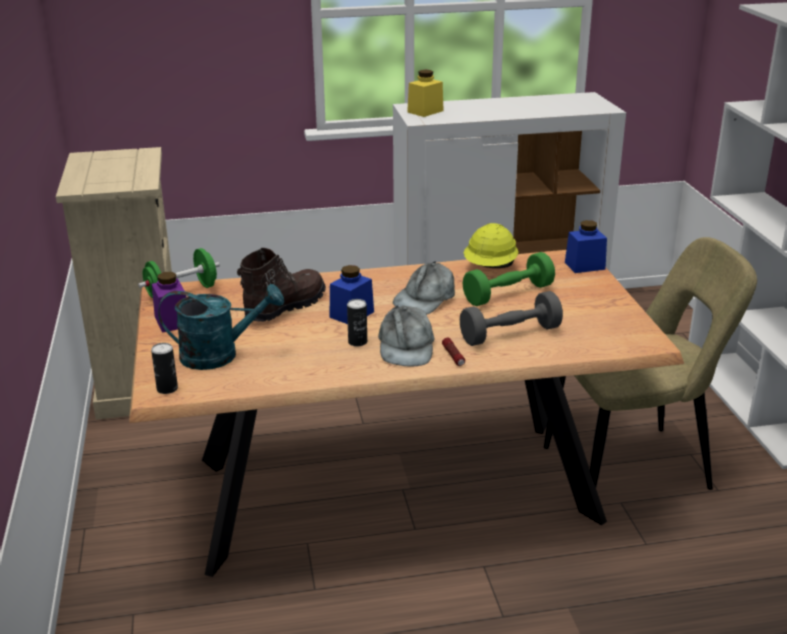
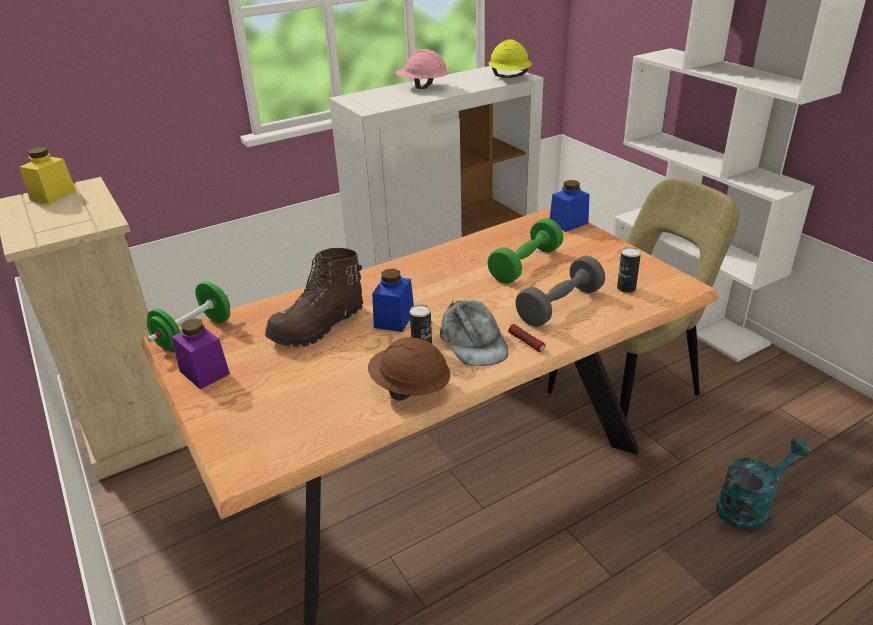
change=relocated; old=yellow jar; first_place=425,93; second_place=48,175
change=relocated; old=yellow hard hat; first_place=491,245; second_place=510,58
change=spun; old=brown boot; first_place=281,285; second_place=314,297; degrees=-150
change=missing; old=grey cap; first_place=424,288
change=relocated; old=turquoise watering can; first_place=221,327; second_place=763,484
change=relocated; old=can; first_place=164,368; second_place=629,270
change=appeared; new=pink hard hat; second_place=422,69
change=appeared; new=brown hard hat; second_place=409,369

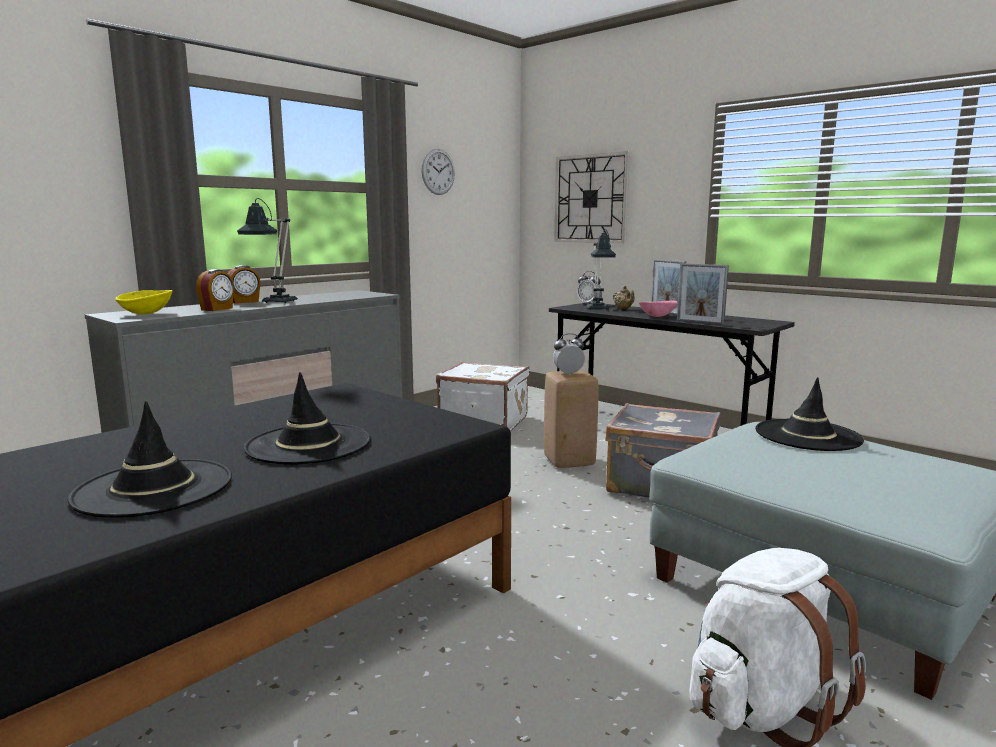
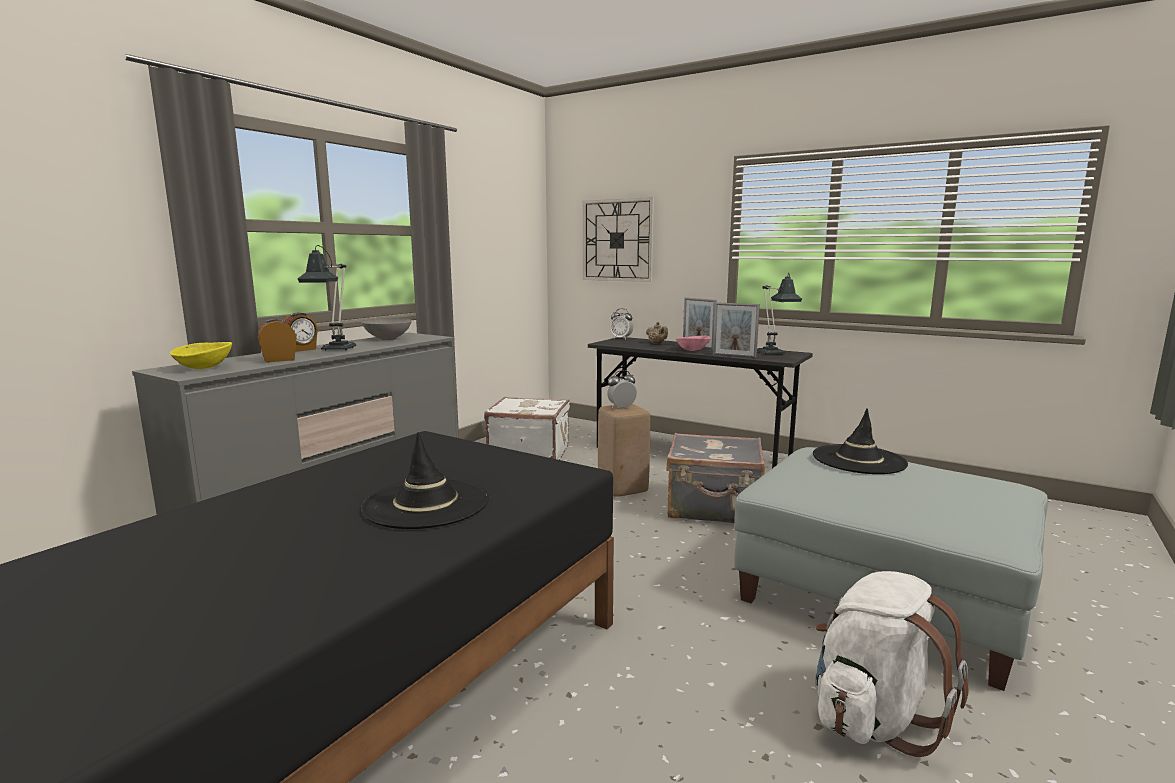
change=missing; old=wall clock; first_place=438,172
change=relocated; old=table lamp; first_place=601,269; second_place=779,313
change=spun; old=alarm clock; first_place=215,290; second_place=277,340; degrees=-135
change=missing; old=black hat; first_place=150,459
change=appeared; new=grey bowl; second_place=386,329

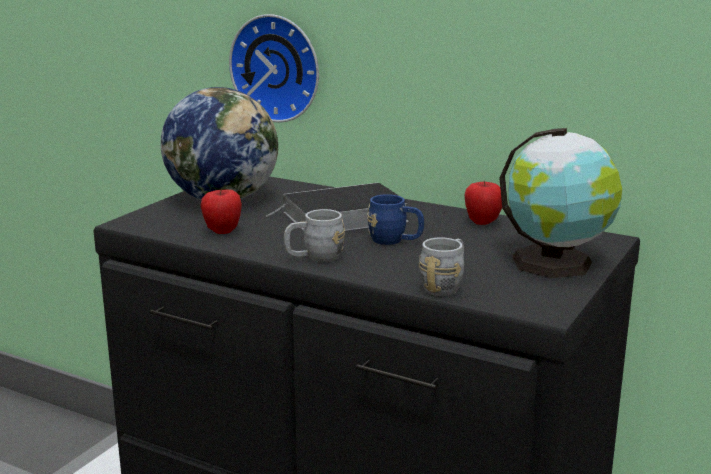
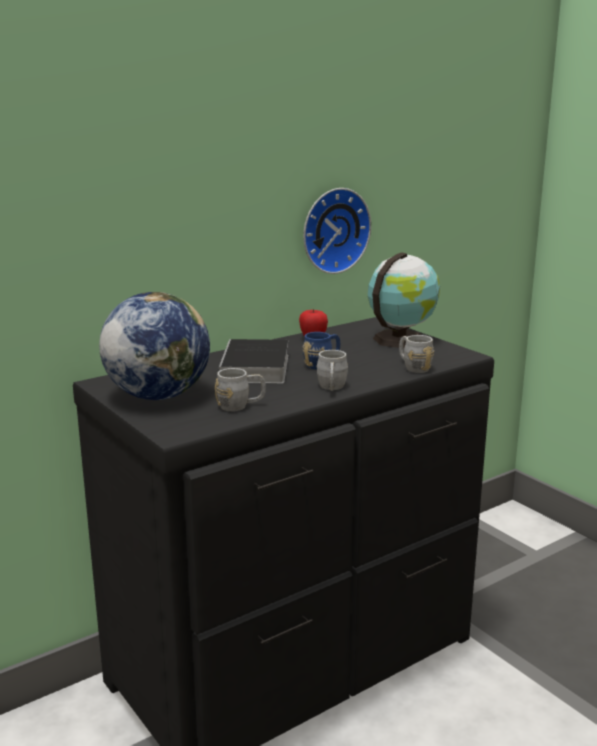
change=relocated; old=wall clock; first_place=274,68; second_place=337,231
change=exchanged; old=apple; new=grey mug; first_place=221,211; second_place=240,390

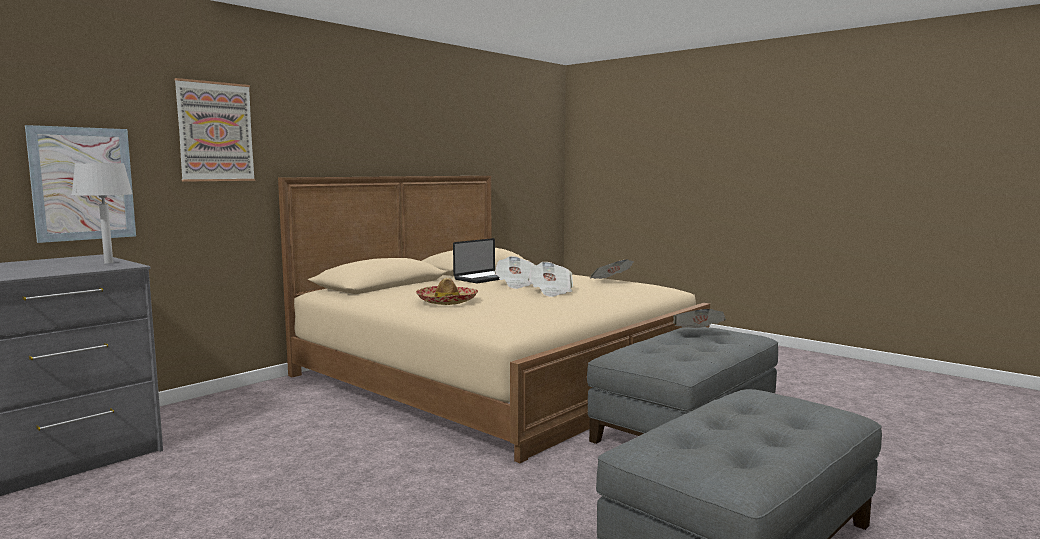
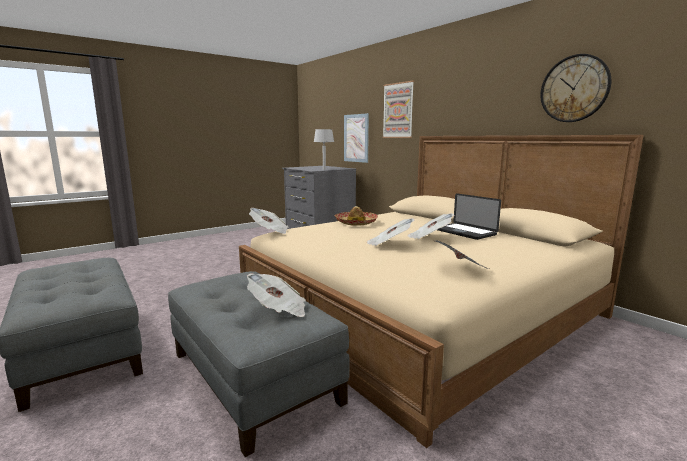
change=appeared; new=wall clock; second_place=575,88
change=appeared; new=newspaper; second_place=269,221

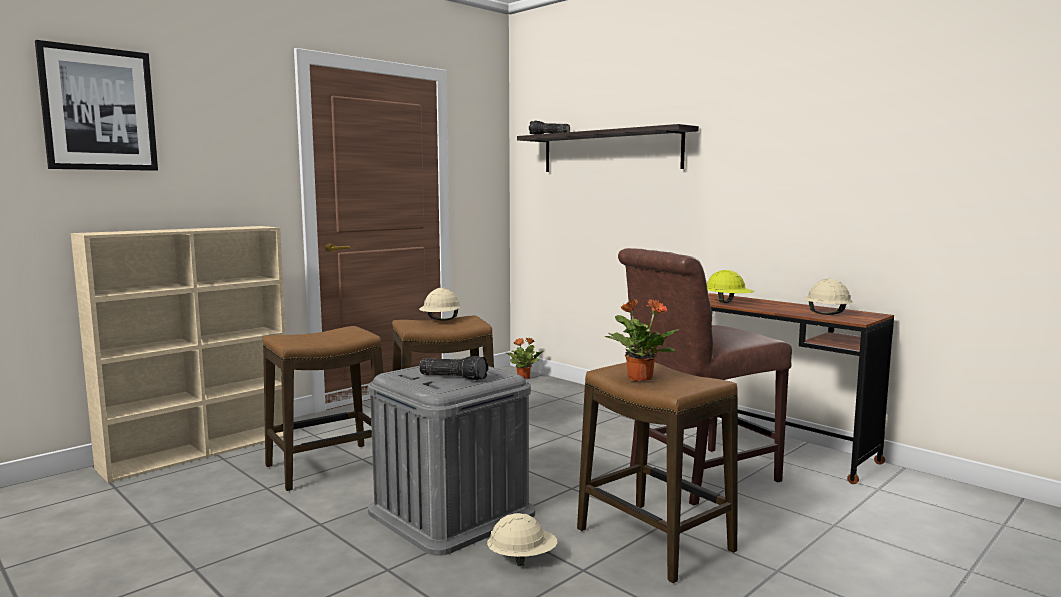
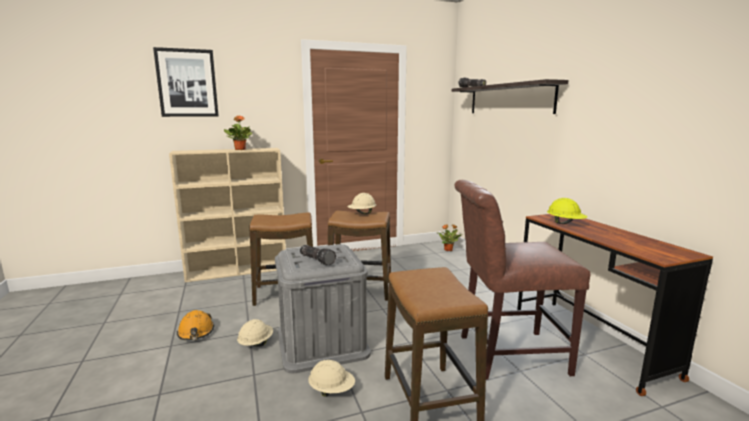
change=relocated; old=beige hard hat; first_place=827,297; second_place=255,332
change=relocated; old=potted plant; first_place=641,340; second_place=238,133
change=appeared; new=orange hard hat; second_place=195,325

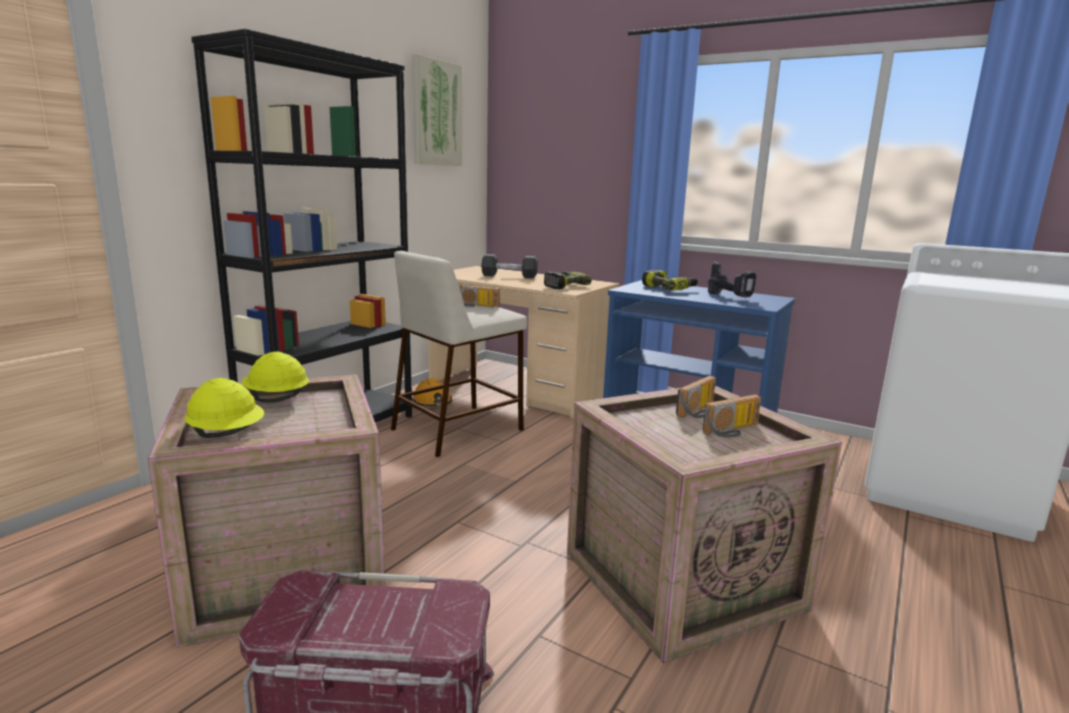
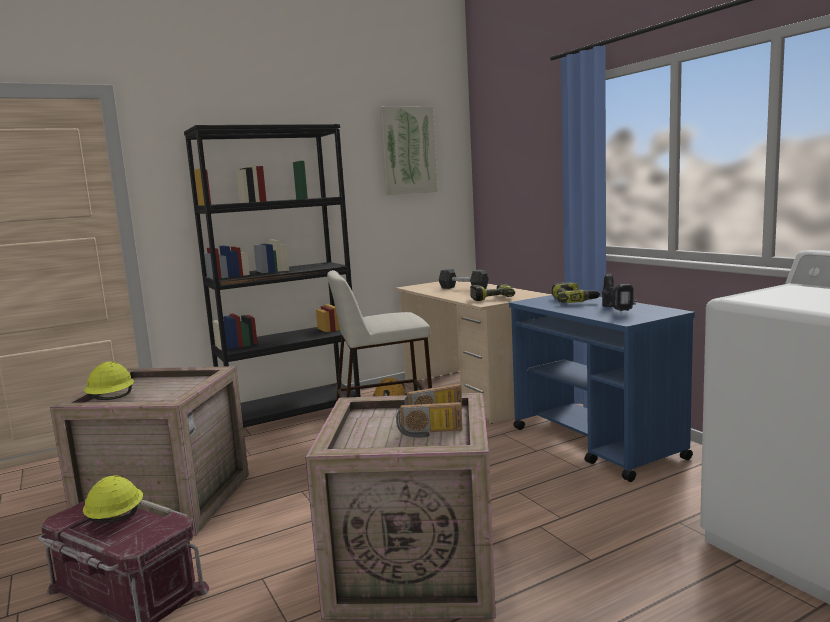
change=missing; old=radio; first_place=480,296
change=relocated; old=yellow hard hat; first_place=275,377; second_place=113,499

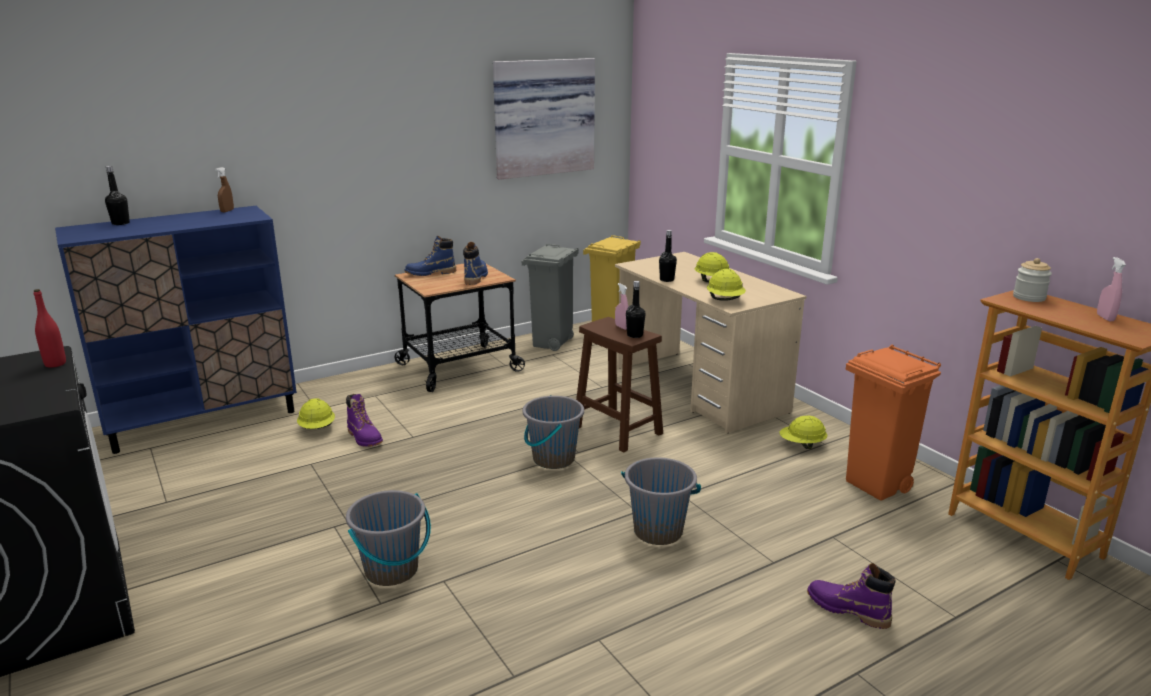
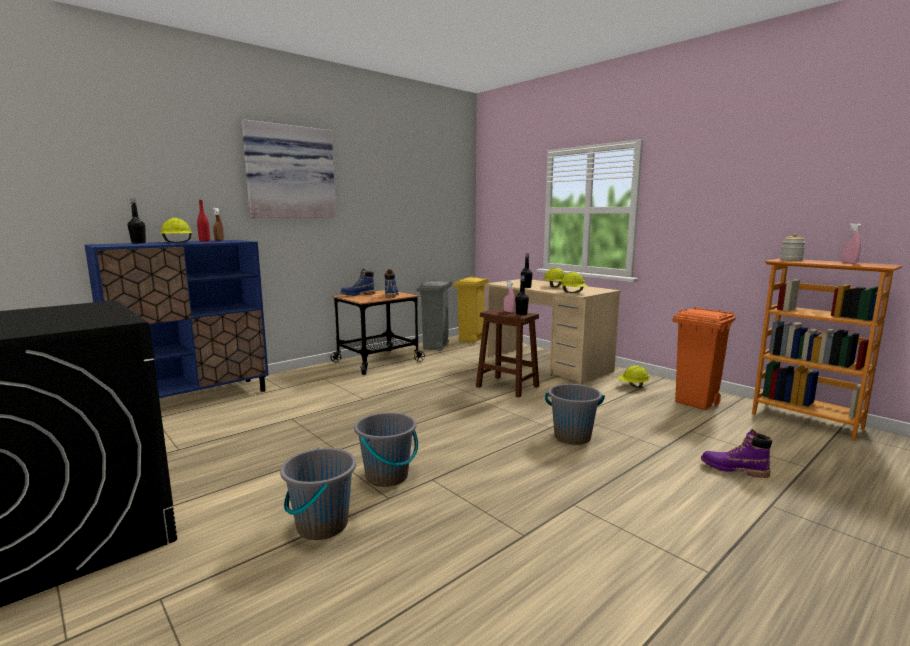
change=relocated; old=picture; first_place=544,119; second_place=289,168
change=relocated; old=red bottle; first_place=50,328; second_place=203,221
change=missing; old=purple boot; first_place=364,420
change=relocated; old=grey bucket; first_place=553,432; second_place=318,494
change=relocated; old=yellow hard hat; first_place=316,413; second_place=176,230

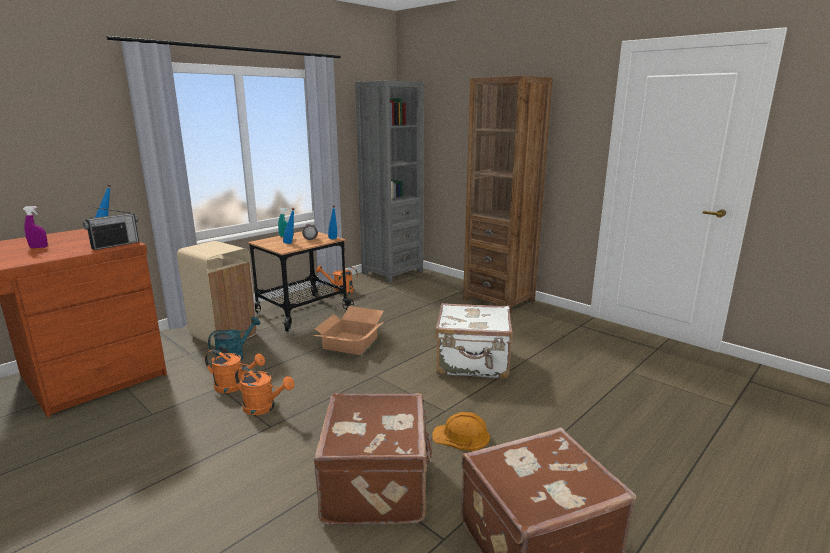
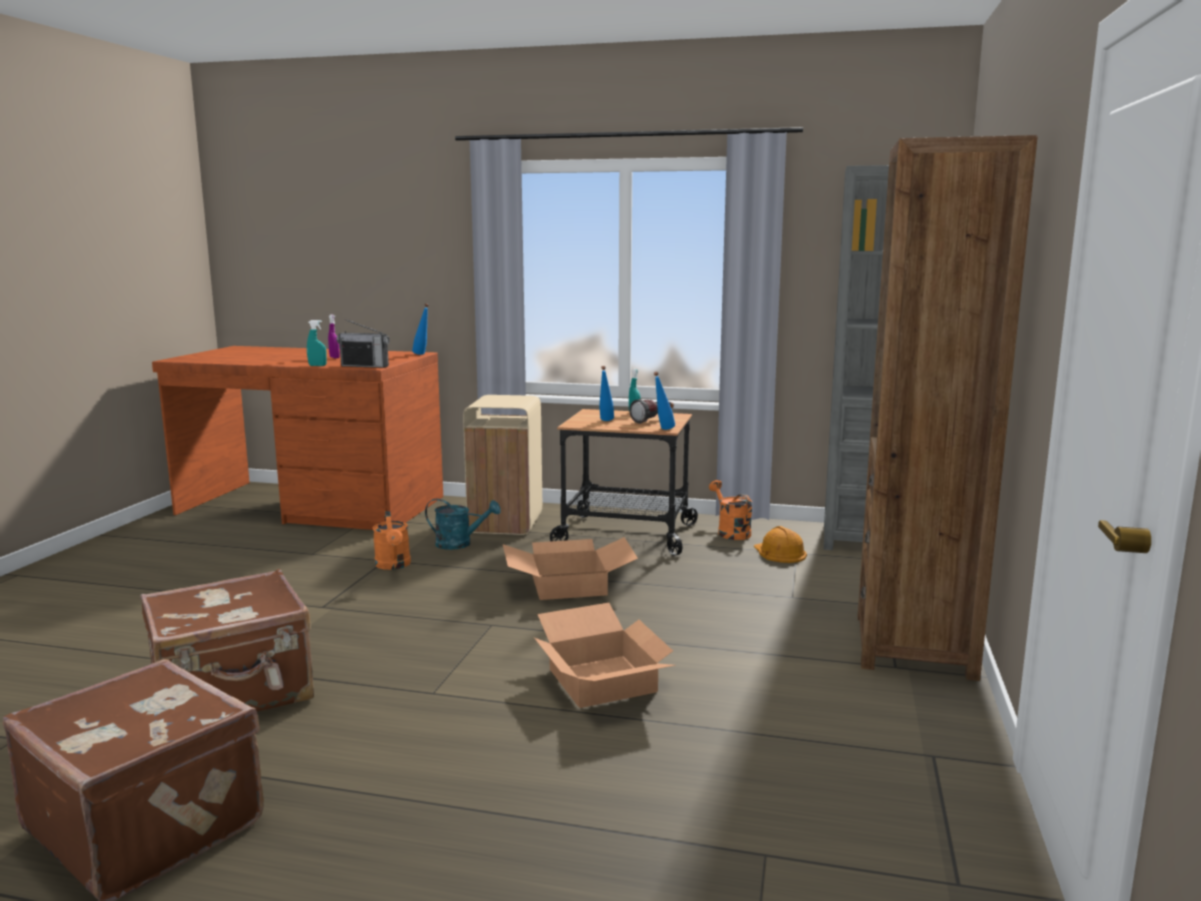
change=exchanged; old=white suitcase; new=cardboard box; first_place=474,341; second_place=604,655
change=missing; old=orange watering can; first_place=264,391
change=relocated; old=orange hard hat; first_place=461,431; second_place=780,544
change=appeared; new=turquoise spray bottle; second_place=317,343

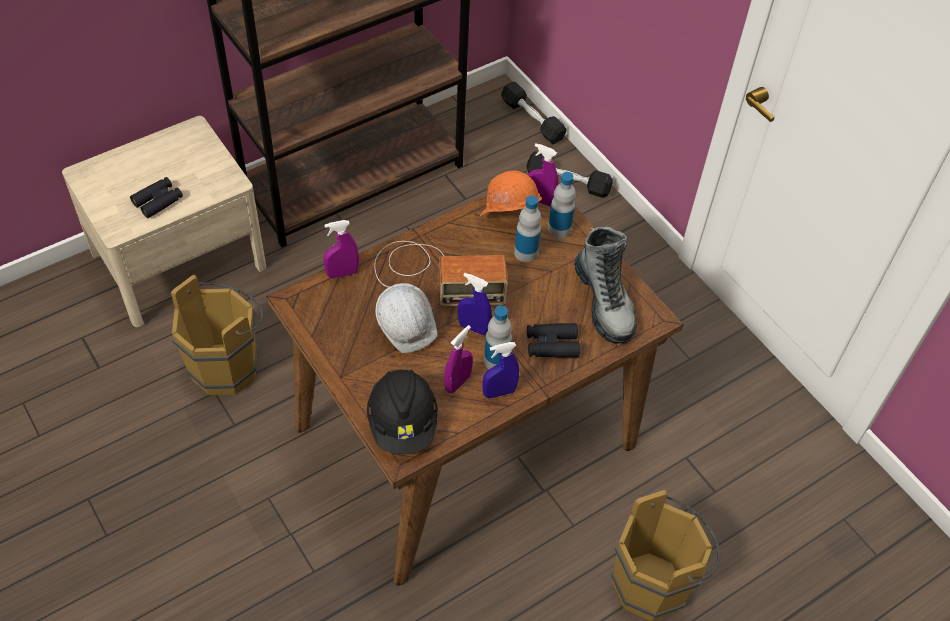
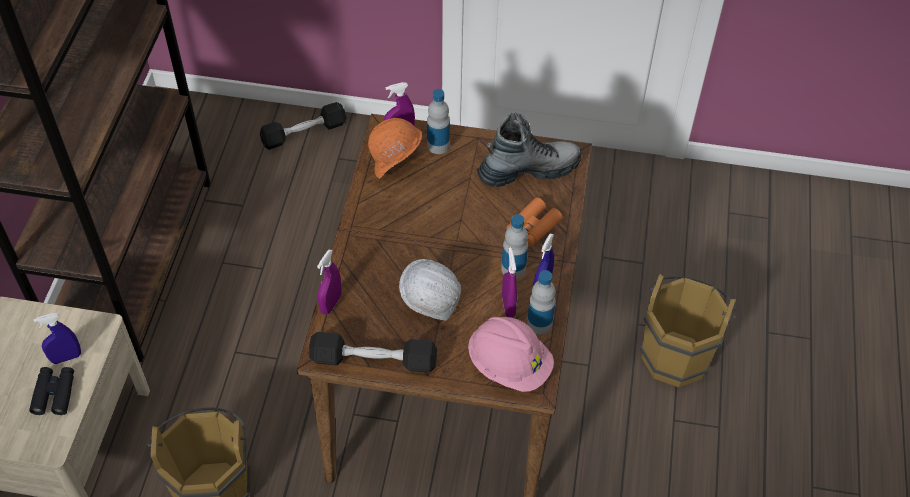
change=relocated; old=black dumbbell; first_place=534,113; second_place=373,352
change=relocated; old=bottle; first_place=527,228; second_place=541,302
change=spun; old=boot; first_place=605,285; second_place=529,149; degrees=-45
change=missing; old=radio; first_place=441,273
change=relocated; old=blue spray bottle; first_place=475,304; second_place=57,338
change=colour; old=black binoculars; new=orange binoculars; first_place=553,340; second_place=535,222
change=colour; old=black hard hat; new=pink hard hat; first_place=402,411; second_place=511,354

